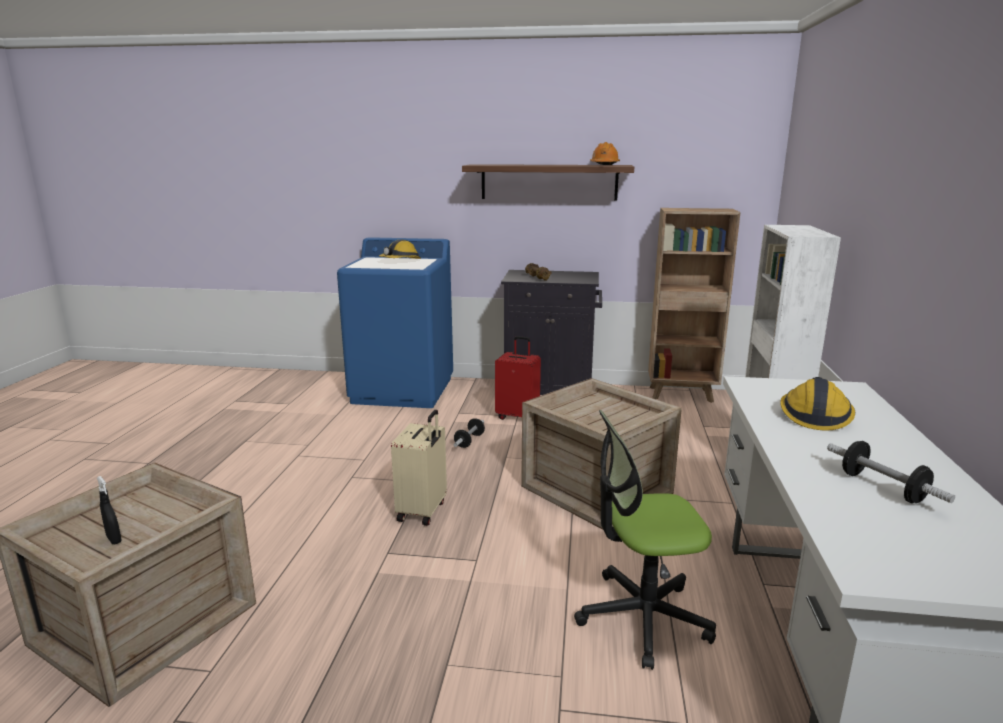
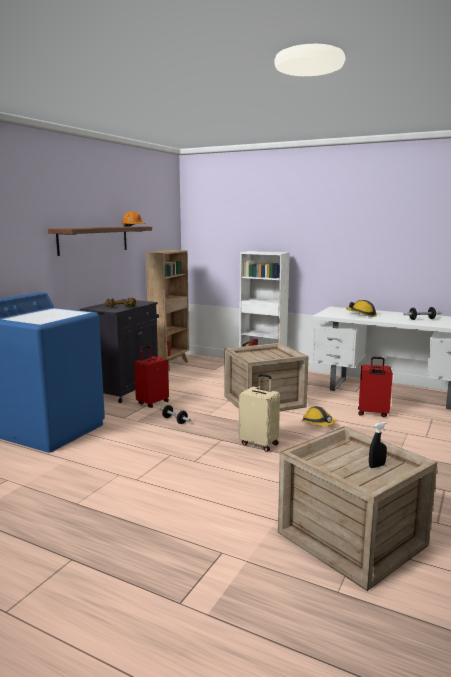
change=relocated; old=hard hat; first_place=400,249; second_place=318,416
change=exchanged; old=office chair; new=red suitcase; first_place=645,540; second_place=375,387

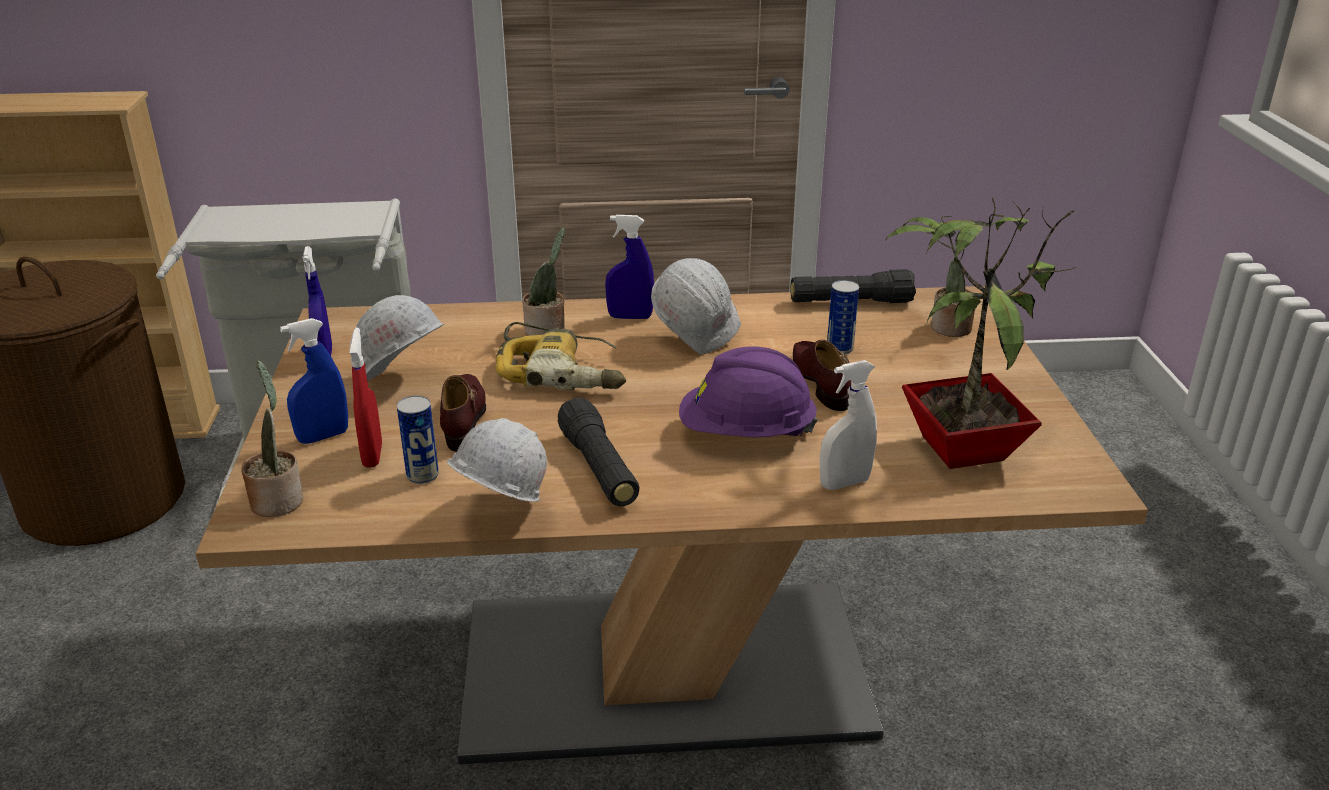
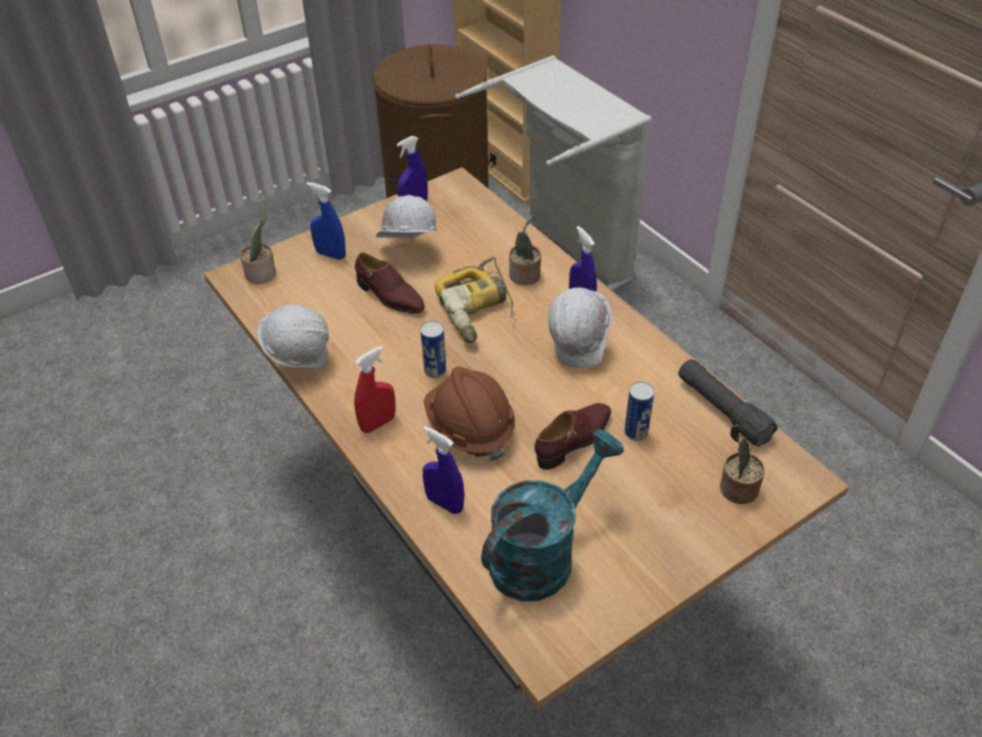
change=exchanged; old=potted plant; new=turquoise watering can; first_place=980,333; second_place=552,515
change=relocated; old=red spray bottle; first_place=365,398; second_place=374,389
change=colour; old=purple hard hat; new=brown hard hat; first_place=748,391; second_place=469,413
change=colour; old=white spray bottle; new=blue spray bottle; first_place=848,425; second_place=443,470
change=spun; old=brown shoe; first_place=463,413; second_place=390,283; degrees=75
change=relocated; old=can; first_place=418,440; second_place=433,349
change=missing; old=black flashlight; first_place=598,451

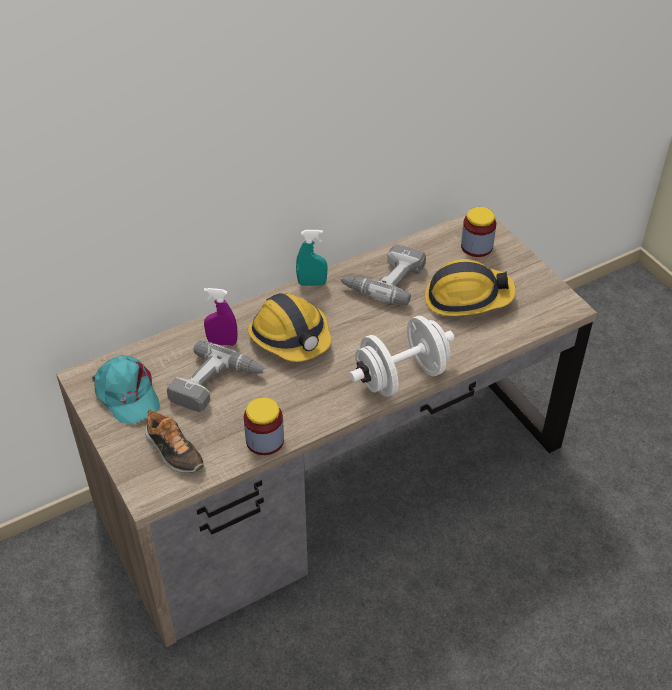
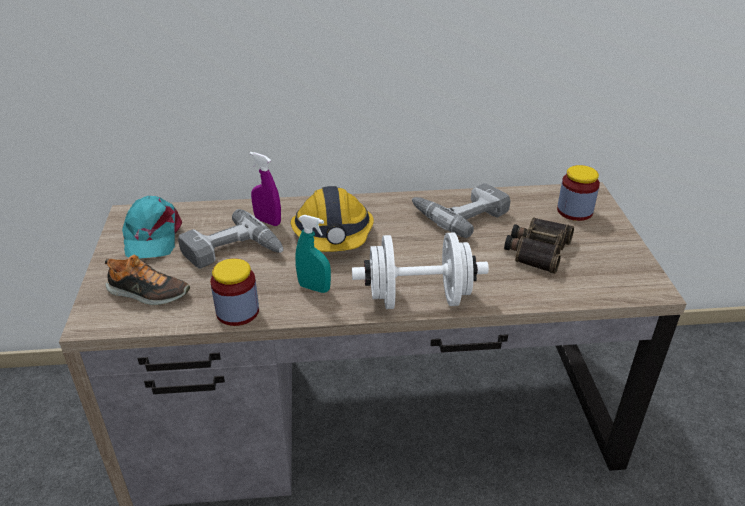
change=relocated; old=turquoise spray bottle; first_place=312,258; second_place=313,254
change=exchanged; old=hard hat; new=binoculars; first_place=470,287; second_place=539,245
change=spun; old=shoe; first_place=174,441; second_place=147,280; degrees=-60

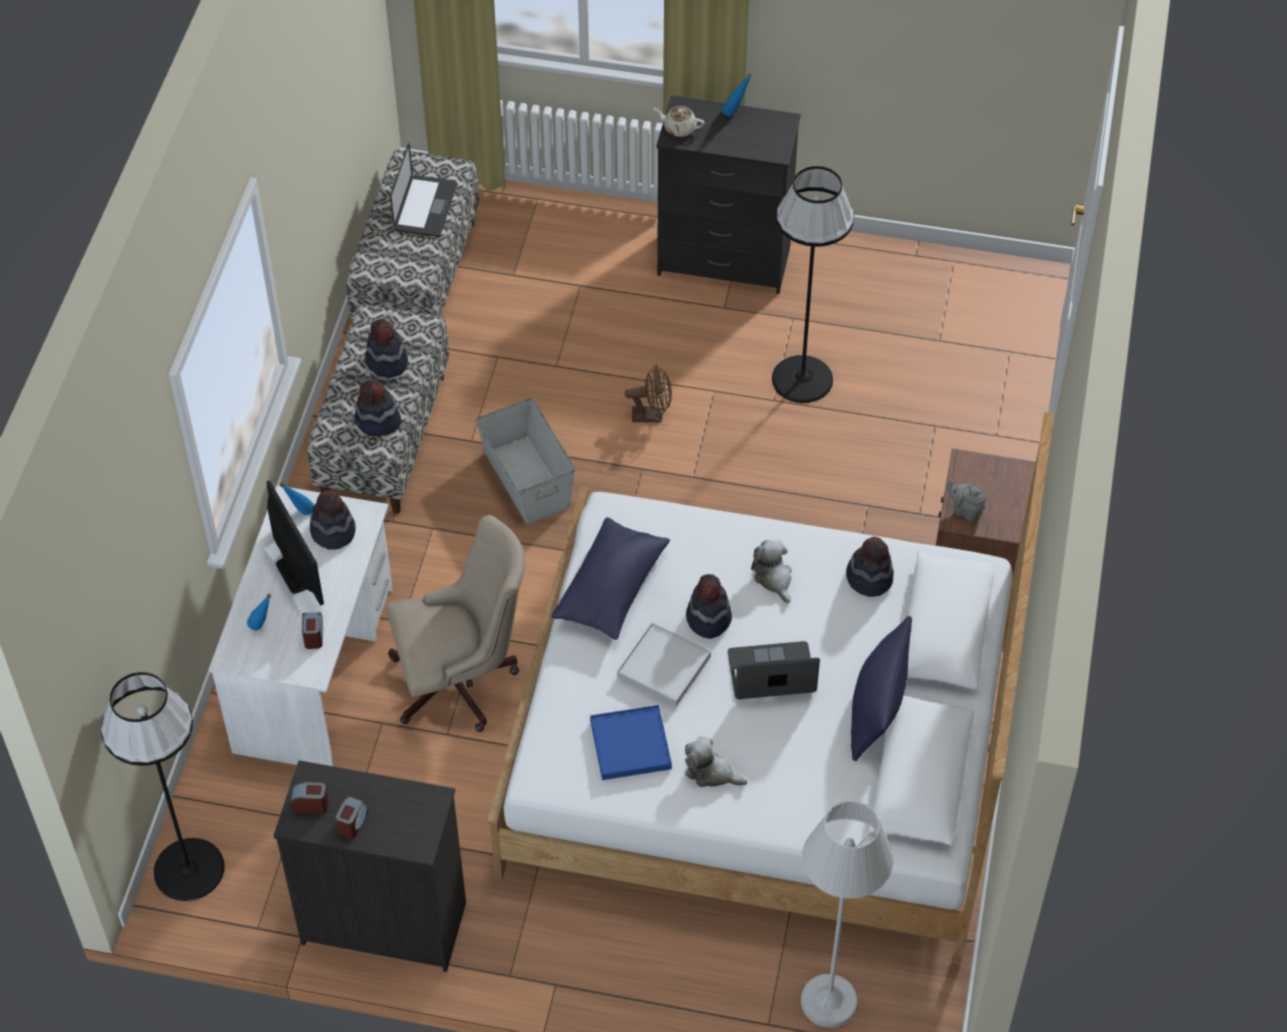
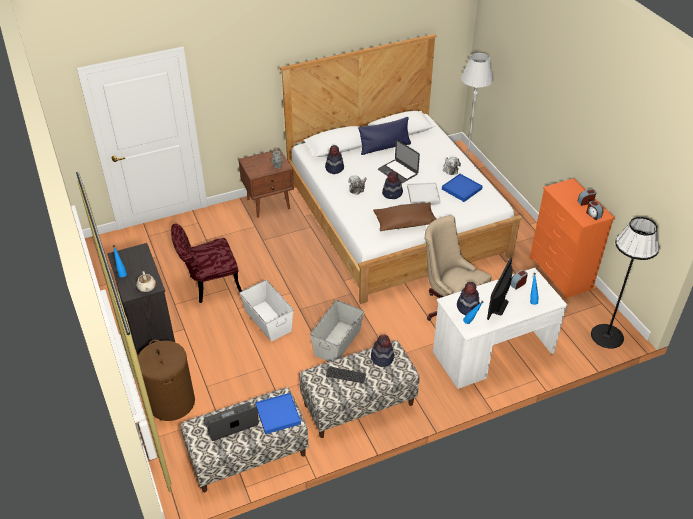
change=exchanged; old=black floor lamp; new=red chair; first_place=813,284; second_place=206,263
change=exchanged; old=hat; new=keyboard; first_place=386,348; second_place=346,375
change=exchanged; old=brown fan; new=white storage box; first_place=648,393; second_place=267,310
change=colour; old=blue pillow; new=brown pillow; first_place=610,578; second_place=404,216
change=colour; old=black dresser; new=orange dresser; first_place=369,866; second_place=572,238
change=appeared; new=brown laundry basket; second_place=166,380
change=appeared; new=blue tray; second_place=278,413

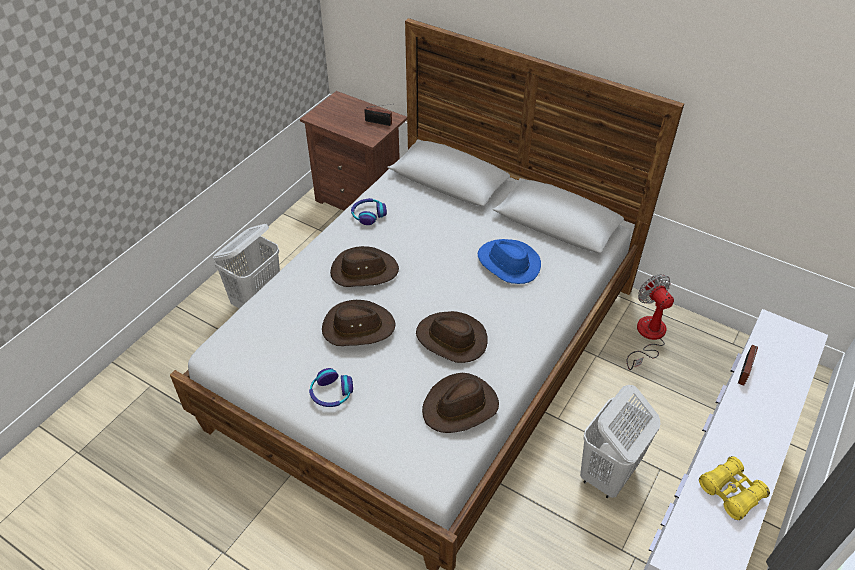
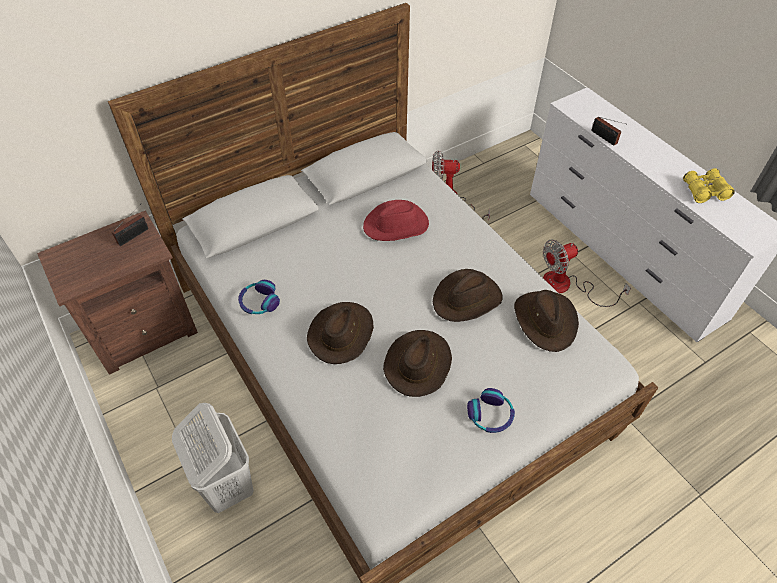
change=colour; old=blue hat; new=red hat; first_place=509,261; second_place=396,220
change=exchanged; old=white laundry basket; new=fan; first_place=620,442; second_place=587,273

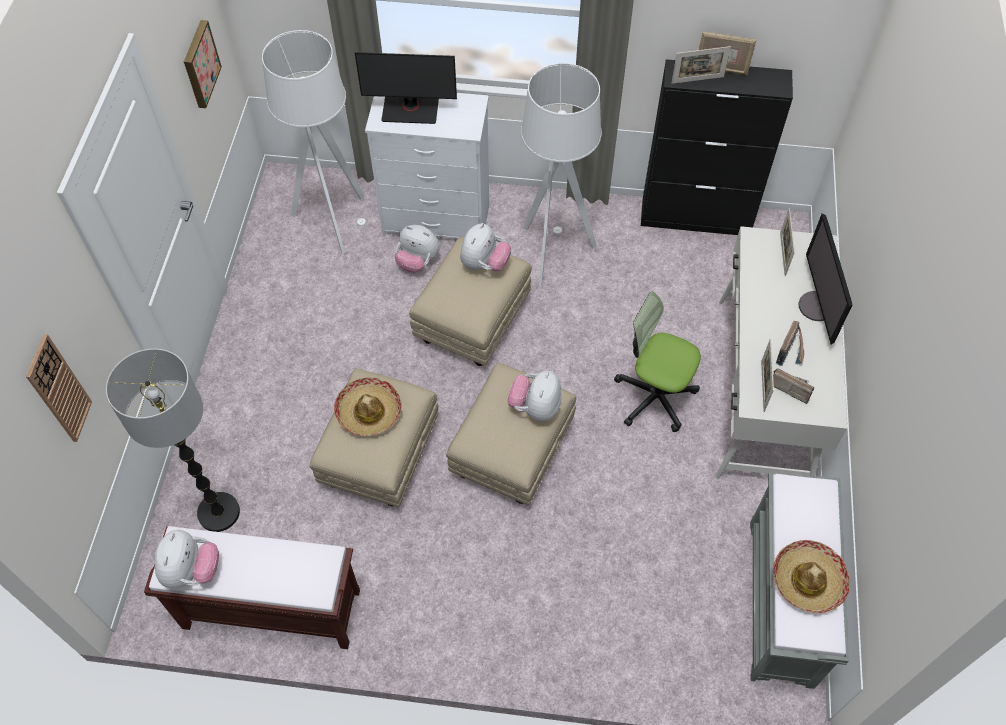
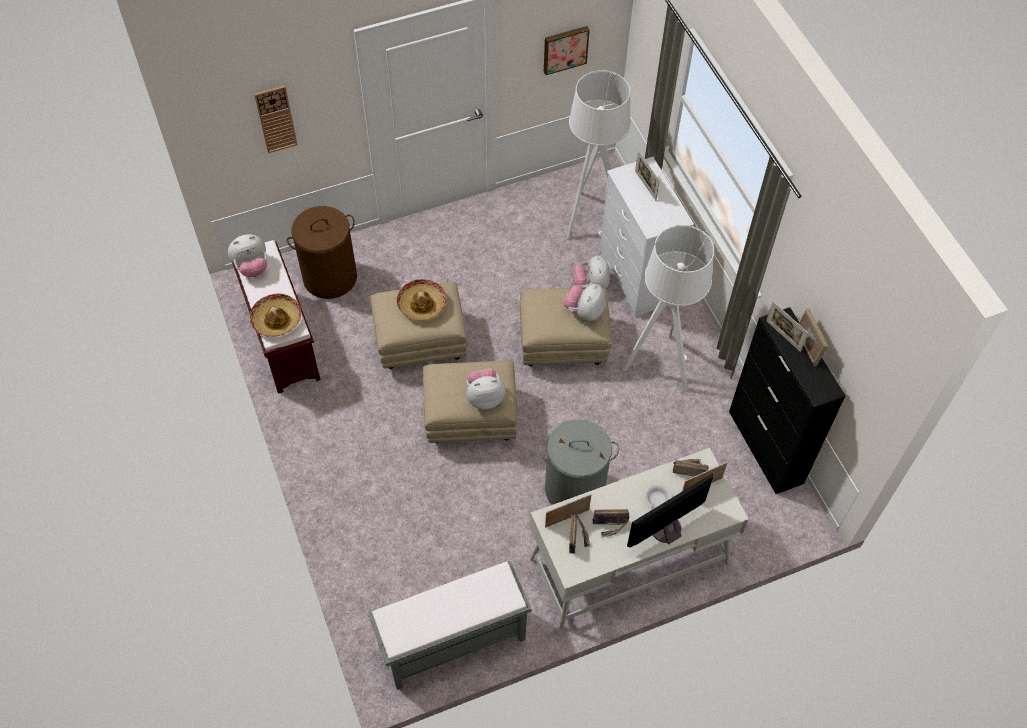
change=exchanged; old=monitor; new=picture frame; first_place=406,88; second_place=647,176
change=spun; old=plush toy; first_place=485,247; second_place=584,302; degrees=120
change=exchanged; old=office chair; new=grey laundry basket; first_place=657,362; second_place=579,462
change=exchanged; old=floor lamp; new=brown laundry basket; first_place=173,440; second_place=322,252
change=relocated; old=hat; first_place=811,576; second_place=276,315
change=appeared; new=radio; second_place=691,467
change=appeared; new=white bowl; second_place=658,496

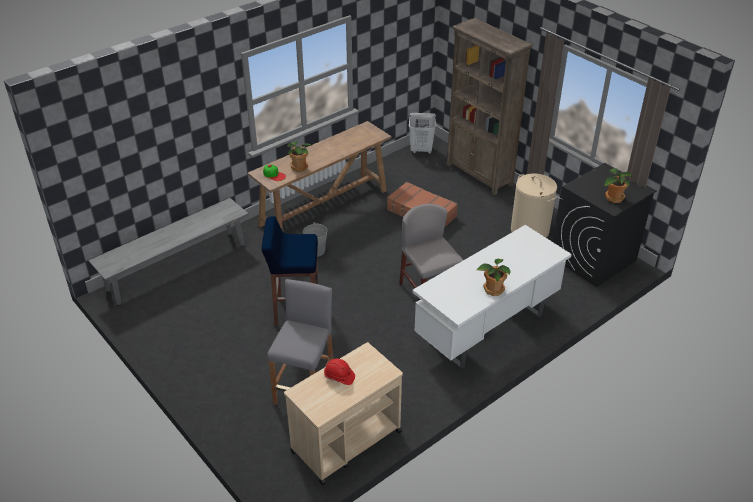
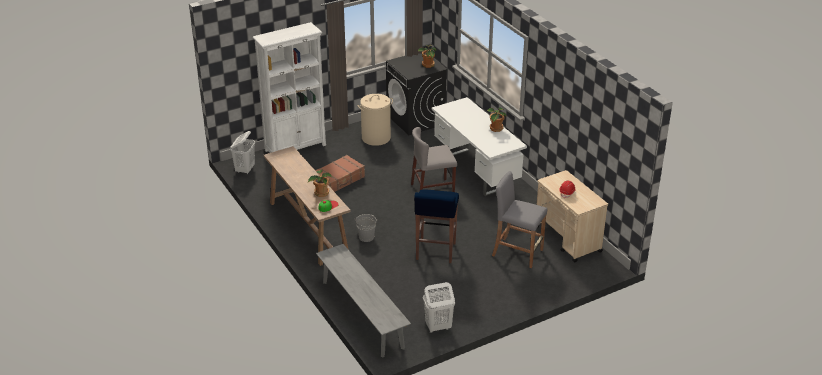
change=colour; old=brown bookcase; new=white bookcase; first_place=489,106; second_place=289,87
change=appeared; new=white laundry basket; second_place=439,307

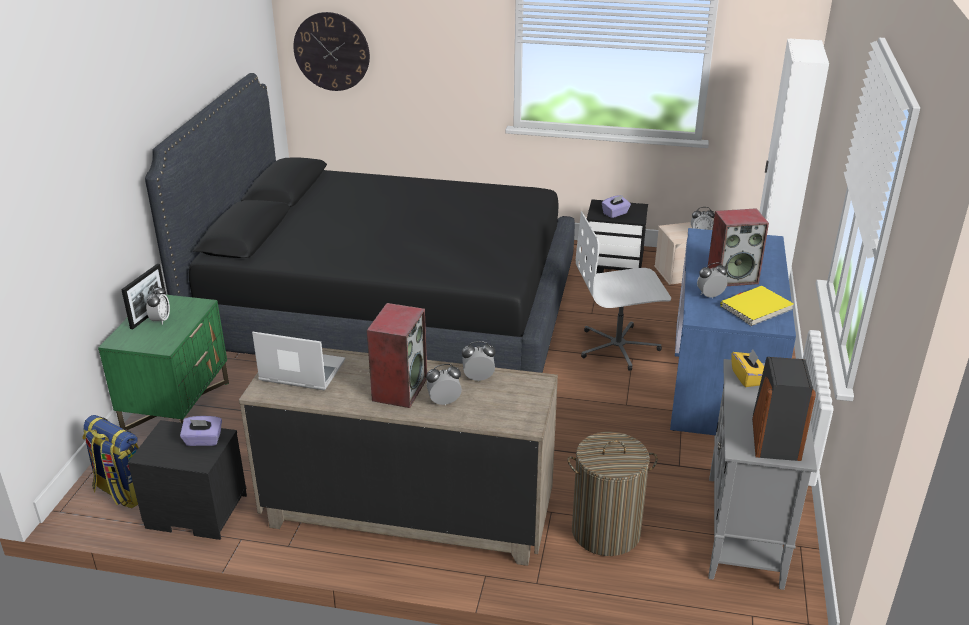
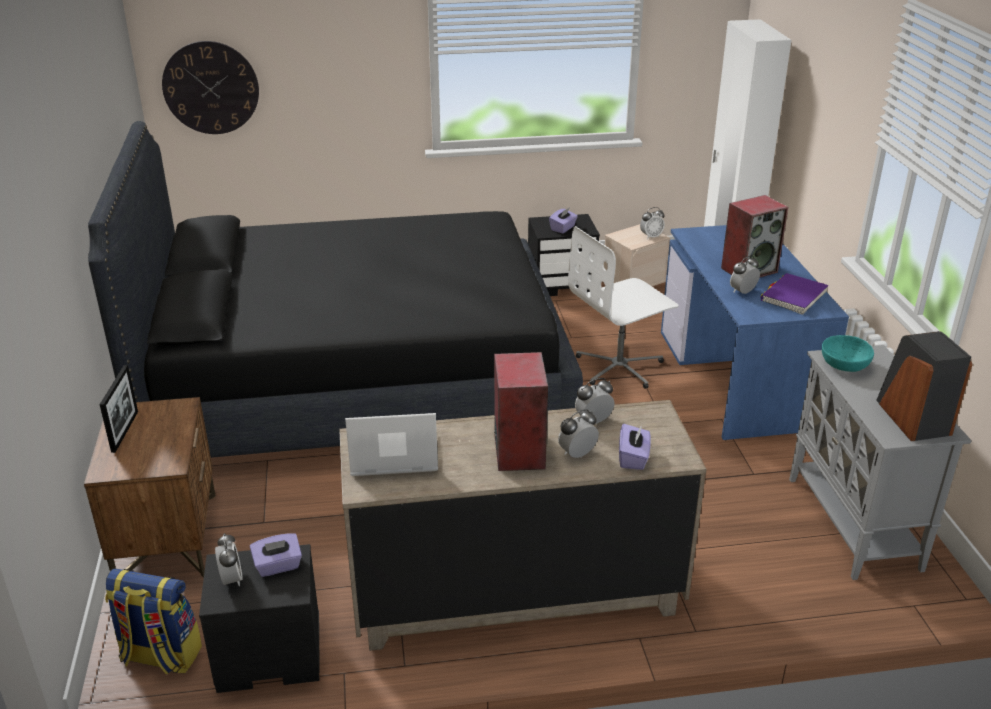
change=relocated; old=alarm clock; first_place=158,305; second_place=229,559
change=colour; old=yellow book; new=purple book; first_place=757,306; second_place=794,294
change=colour; old=green nightstand; new=brown nightstand; first_place=163,362; second_place=150,487
change=exchanged; old=yellow tissue box; new=turquoise bowl; first_place=748,368; second_place=848,353
change=missing; old=laundry basket; first_place=612,494
change=appeared; new=purple tissue box; second_place=635,447

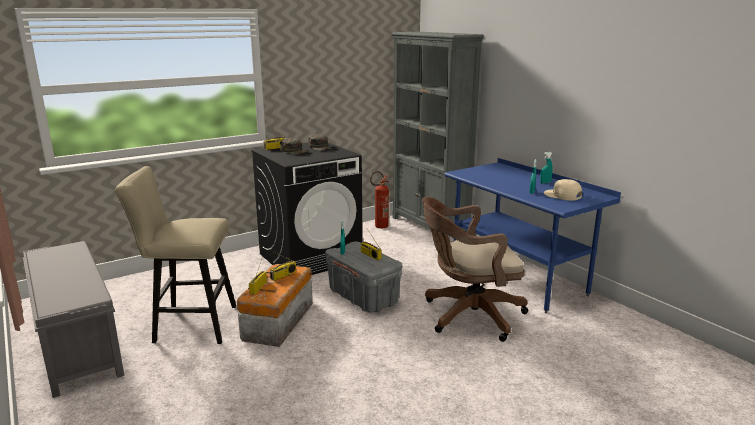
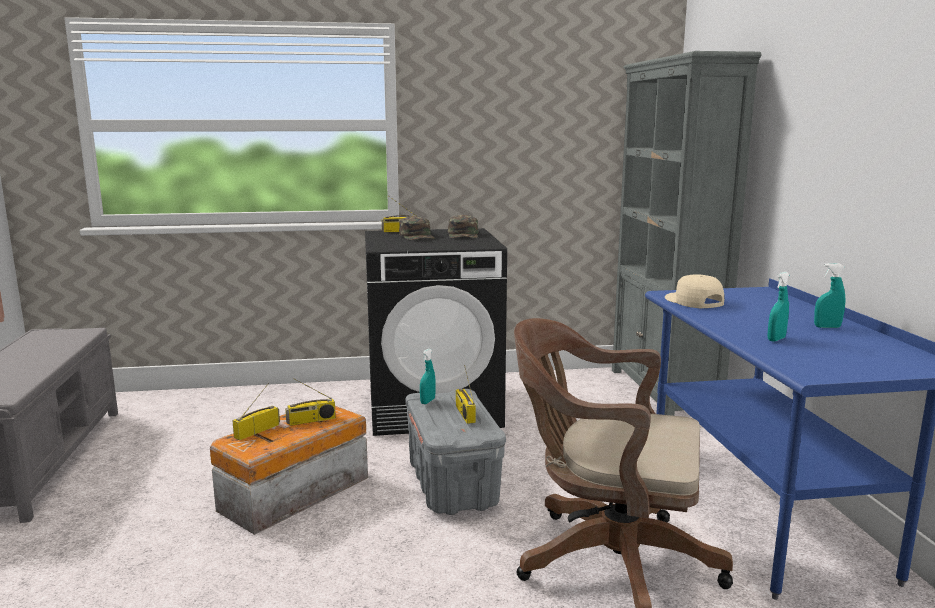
change=missing; old=beige stool; first_place=175,255
change=missing; old=fire extinguisher; first_place=379,199
change=relocated; old=beige cap; first_place=563,190; second_place=694,291

